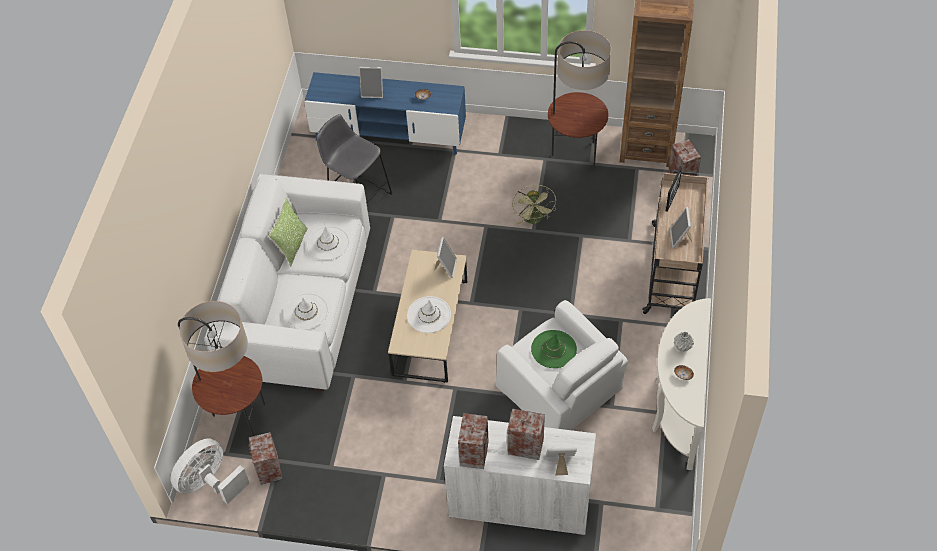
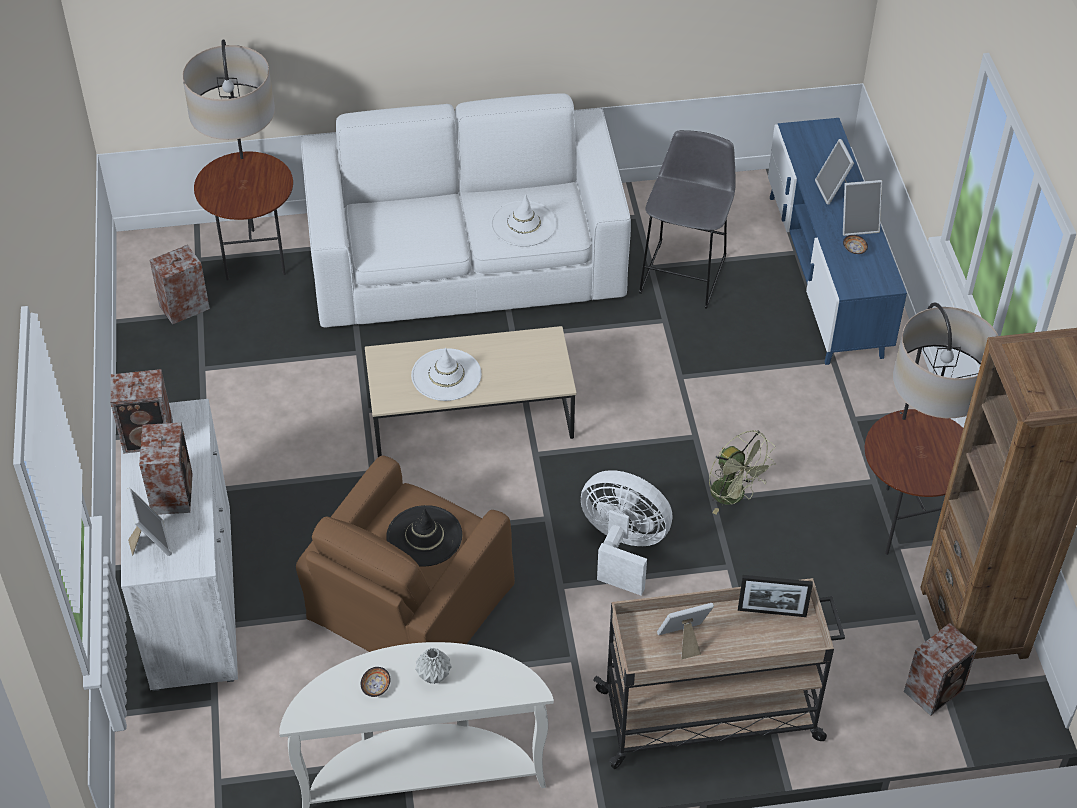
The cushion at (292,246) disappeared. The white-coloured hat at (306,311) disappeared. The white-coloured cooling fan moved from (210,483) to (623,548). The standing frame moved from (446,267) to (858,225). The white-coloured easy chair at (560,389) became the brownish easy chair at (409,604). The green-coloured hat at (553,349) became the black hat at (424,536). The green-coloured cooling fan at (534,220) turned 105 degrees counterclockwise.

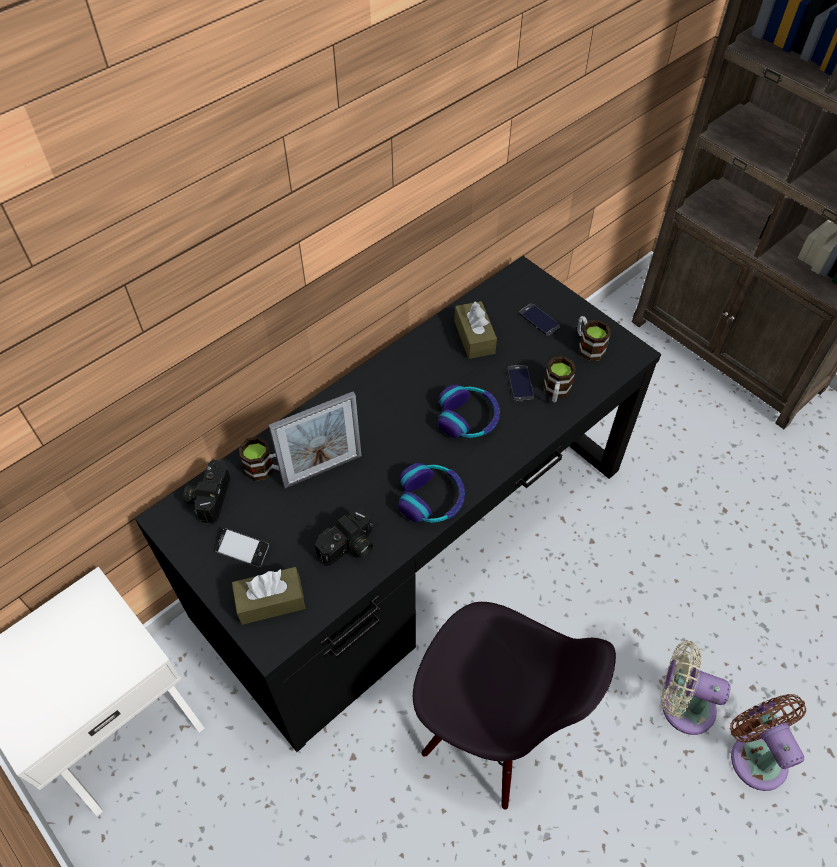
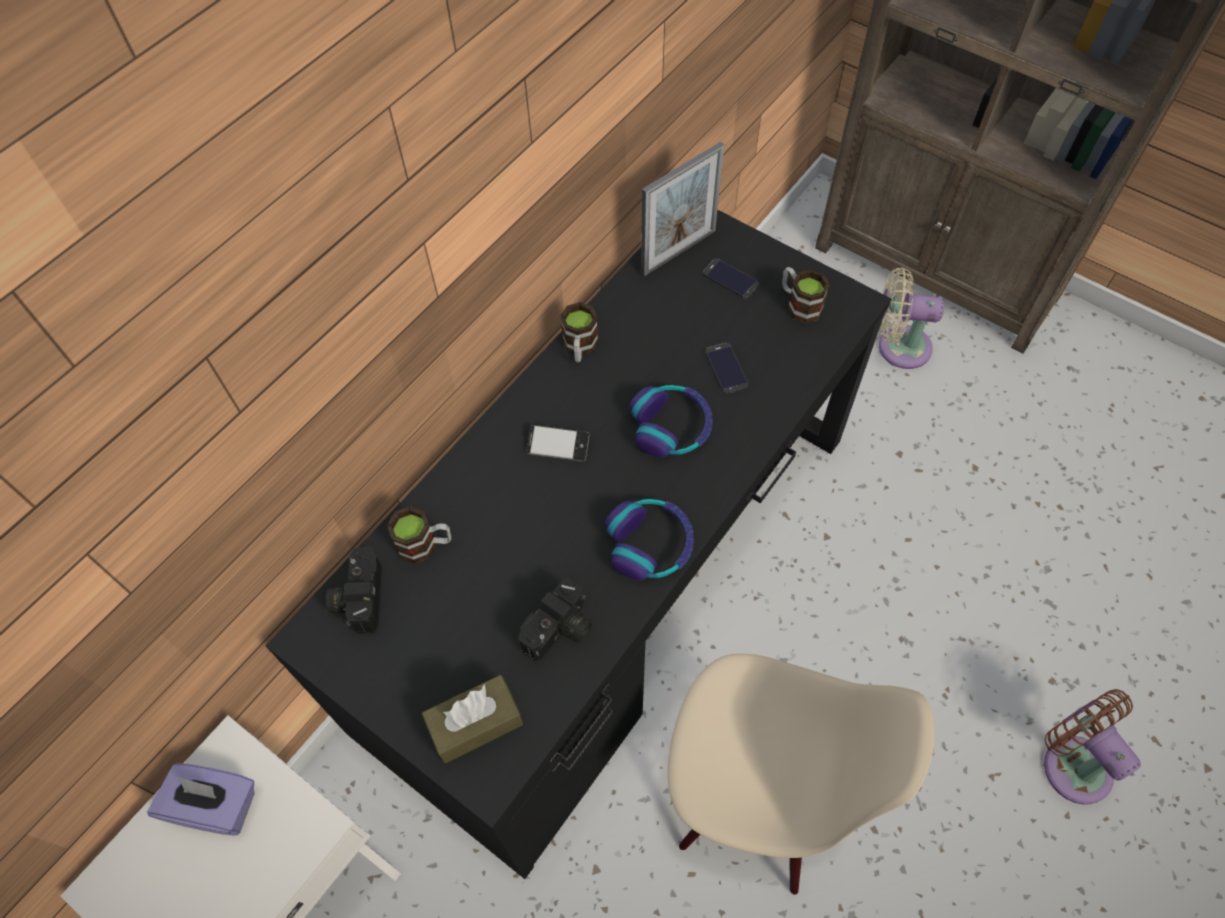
The brownish tissue holder at (474,337) disappeared. The purple tissue holder at (216,805) appeared. The phone moved from (243,550) to (558,446). The standing frame moved from (322,470) to (678,252). The mug moved from (556,392) to (580,348). The beige-coloured cooling fan moved from (682,705) to (898,346). The black upright chair at (491,727) became the beige-coloured upright chair at (756,796).

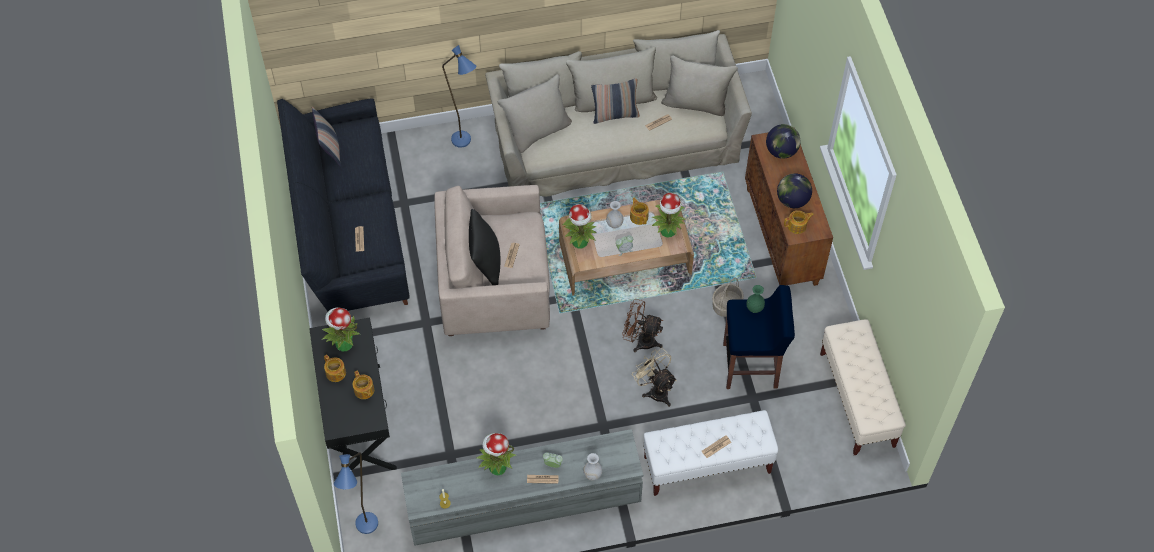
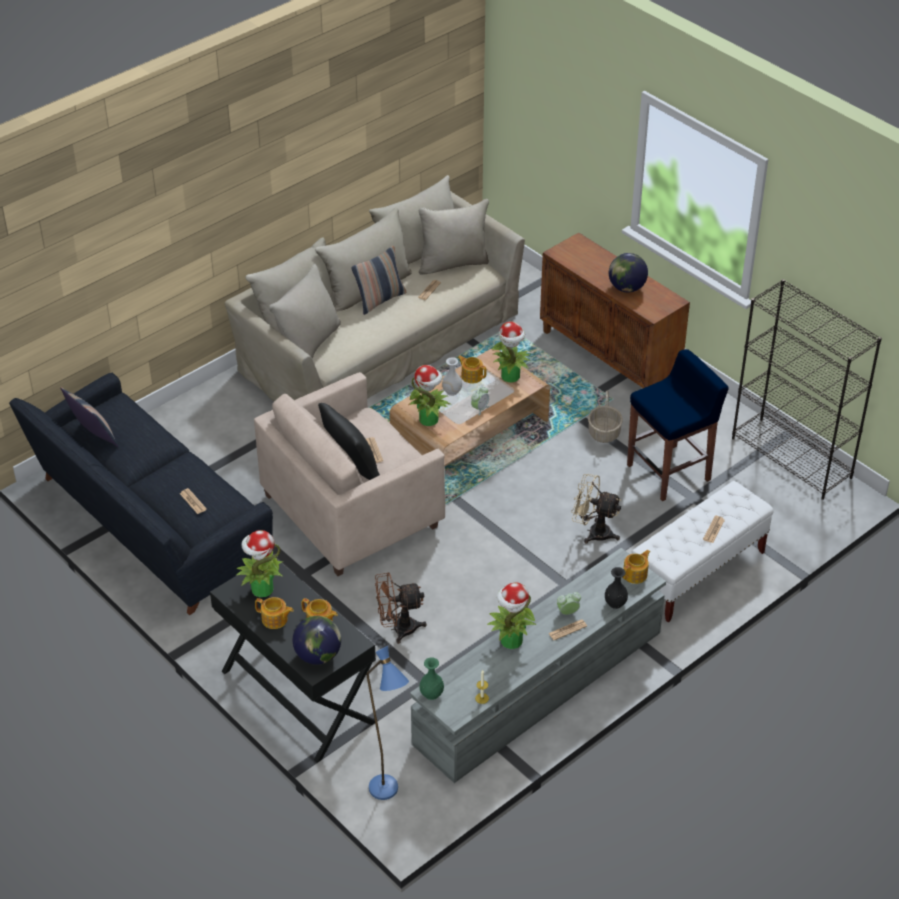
The blue-coloured floor lamp at (466,144) disappeared. The brownish cooling fan moved from (640,340) to (398,629). The green-coloured vase moved from (754,308) to (432,694). The world globe moved from (781,151) to (318,655). The pot for tea moved from (797,226) to (635,574). The beige-coloured indoor bench at (857,400) was replaced by the black bookcase at (792,458). The white-coloured vase at (592,474) became the black vase at (615,603).

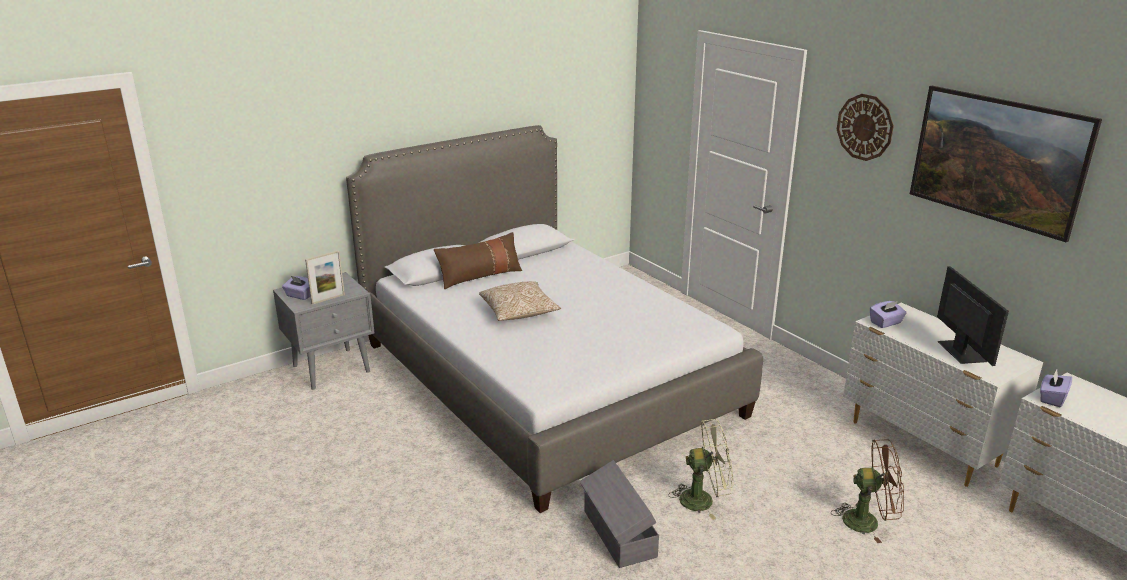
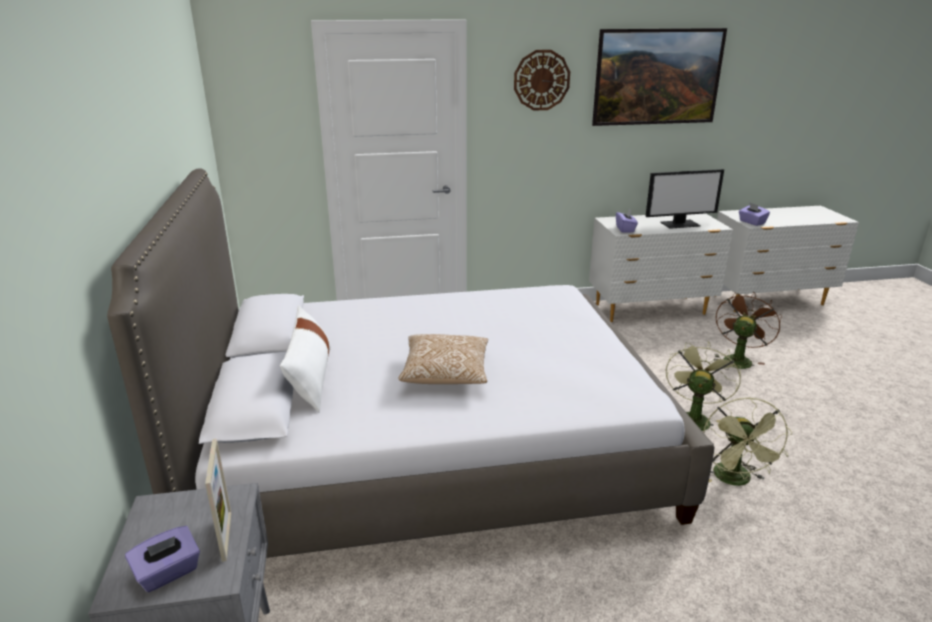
The gray storage box at (618,534) was replaced by the green-coloured cooling fan at (736,480). The brownish cushion at (480,276) became the white-coloured cushion at (310,377). The monitor at (960,351) turned 150 degrees clockwise.

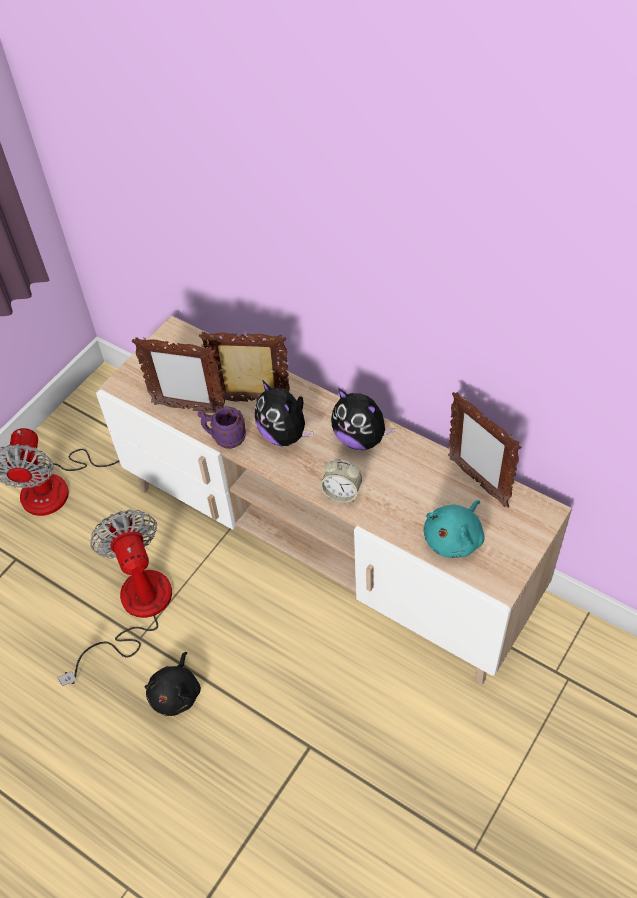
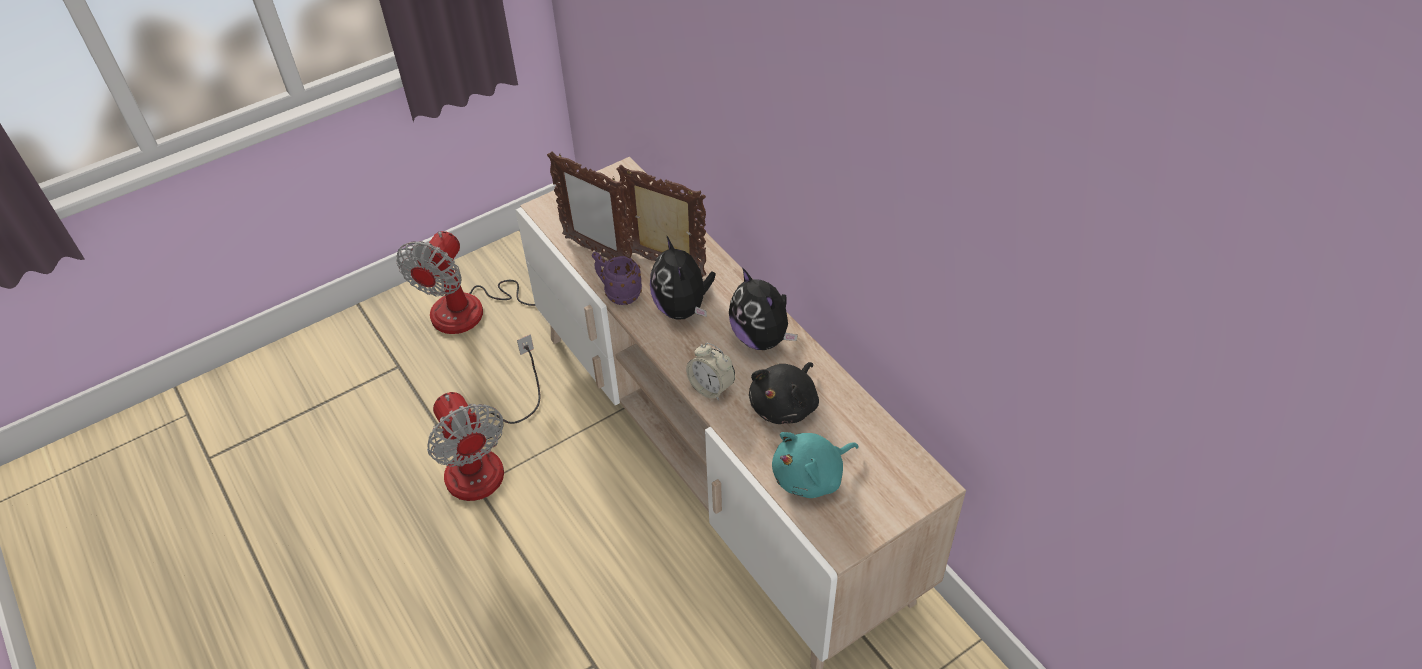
The standing frame at (477,481) disappeared. The black plush toy moved from (176,693) to (785,405). The cooling fan at (134,611) turned 150 degrees clockwise.

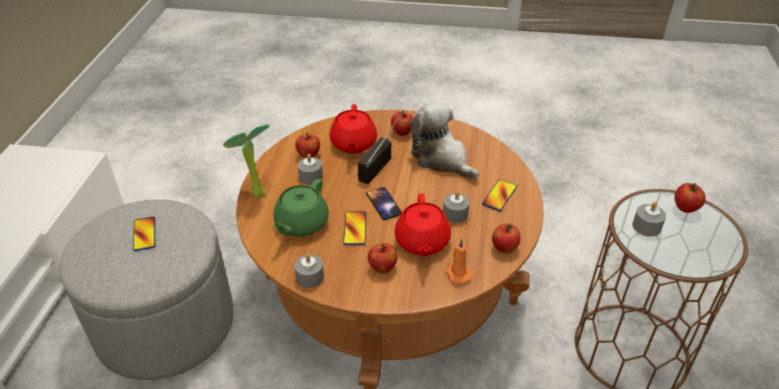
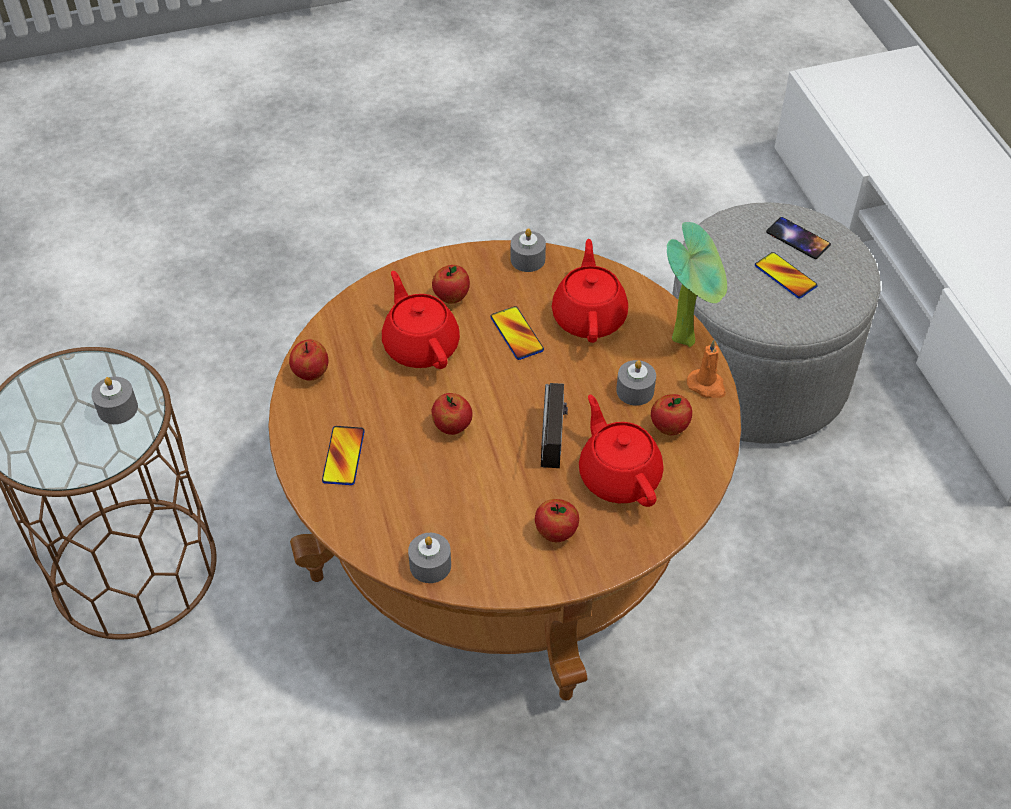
The plush toy at (442,159) disappeared. The phone moved from (383,204) to (798,238). The gray wax candle moved from (455,214) to (430,565). The orangey wax candle moved from (457,273) to (707,385). The whole apple moved from (685,208) to (452,426). The green-coloured pot for tea at (301,224) became the reddish pot for tea at (589,316).

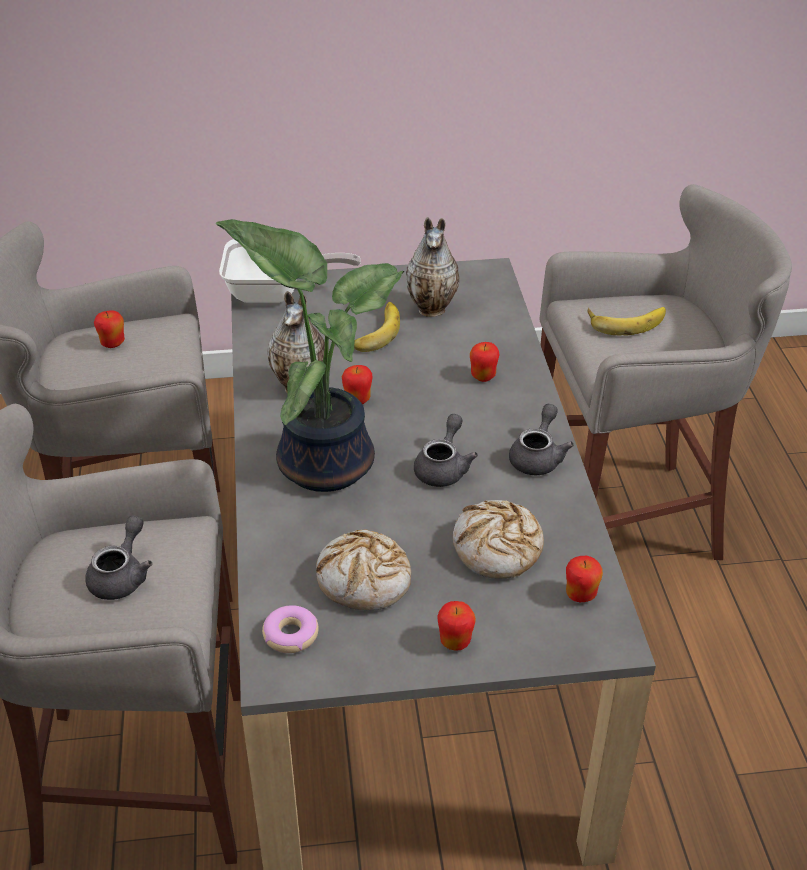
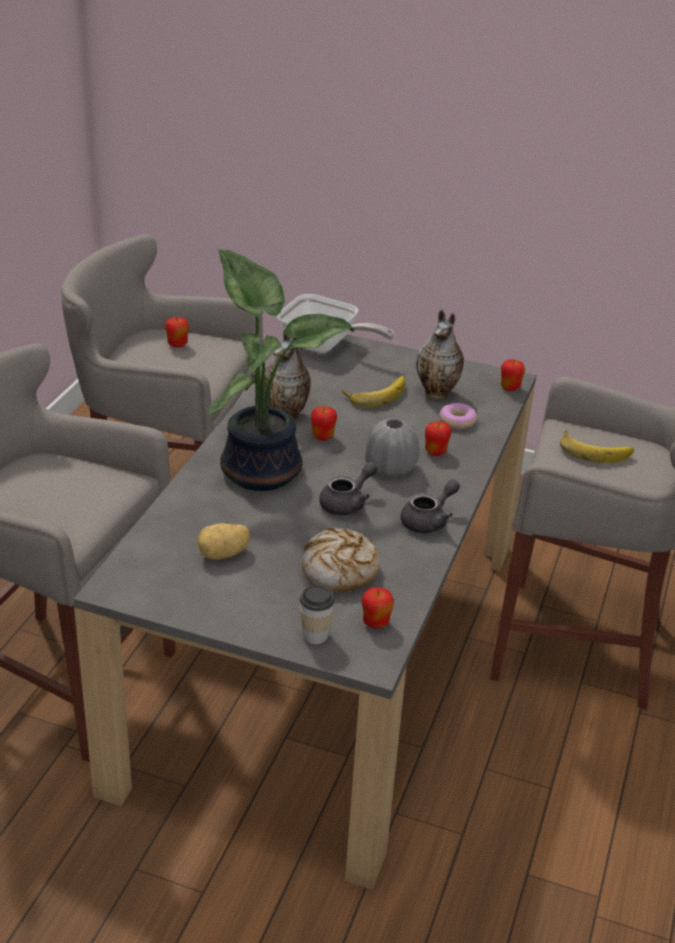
The gray pot for tea at (122,576) disappeared. The small cup at (315,635) appeared. The gray vase at (390,467) appeared. The donut moved from (290,635) to (457,421). The whole apple moved from (455,642) to (510,388). The bread at (364,580) was replaced by the spud at (223,554).

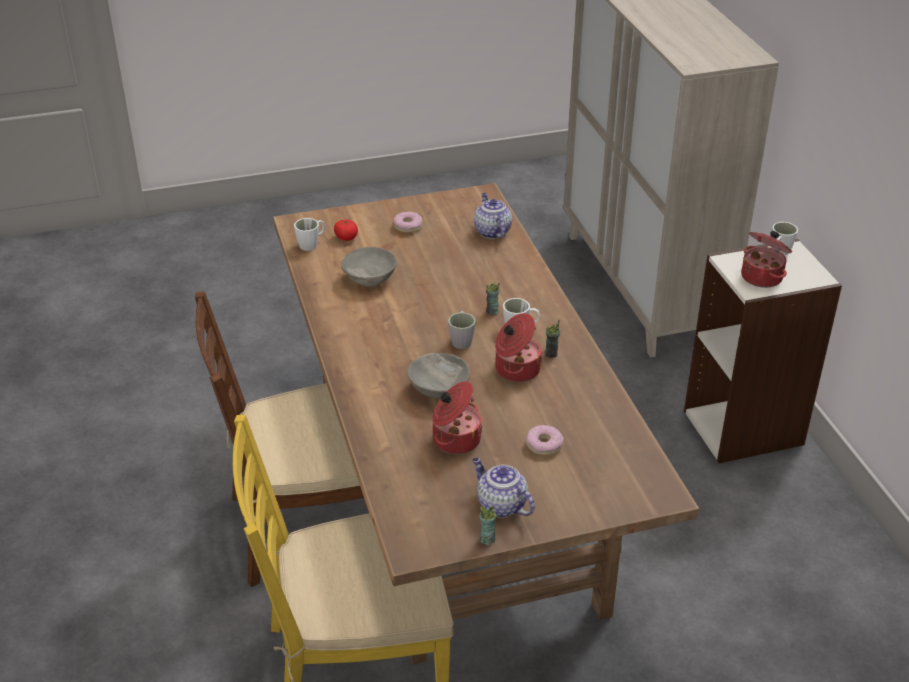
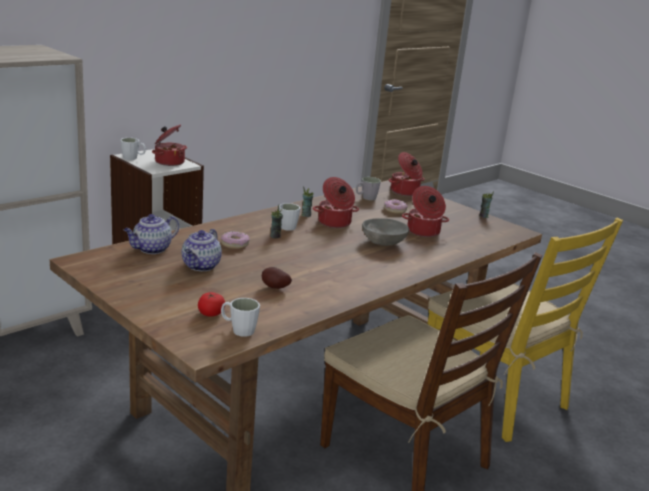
The saucepot at (405,192) appeared. The donut moved from (408,226) to (235,244). The gray mug moved from (461,339) to (366,198). The pot for tea moved from (500,505) to (201,266). The gray deep dish at (370,278) was replaced by the spud at (274,288).

